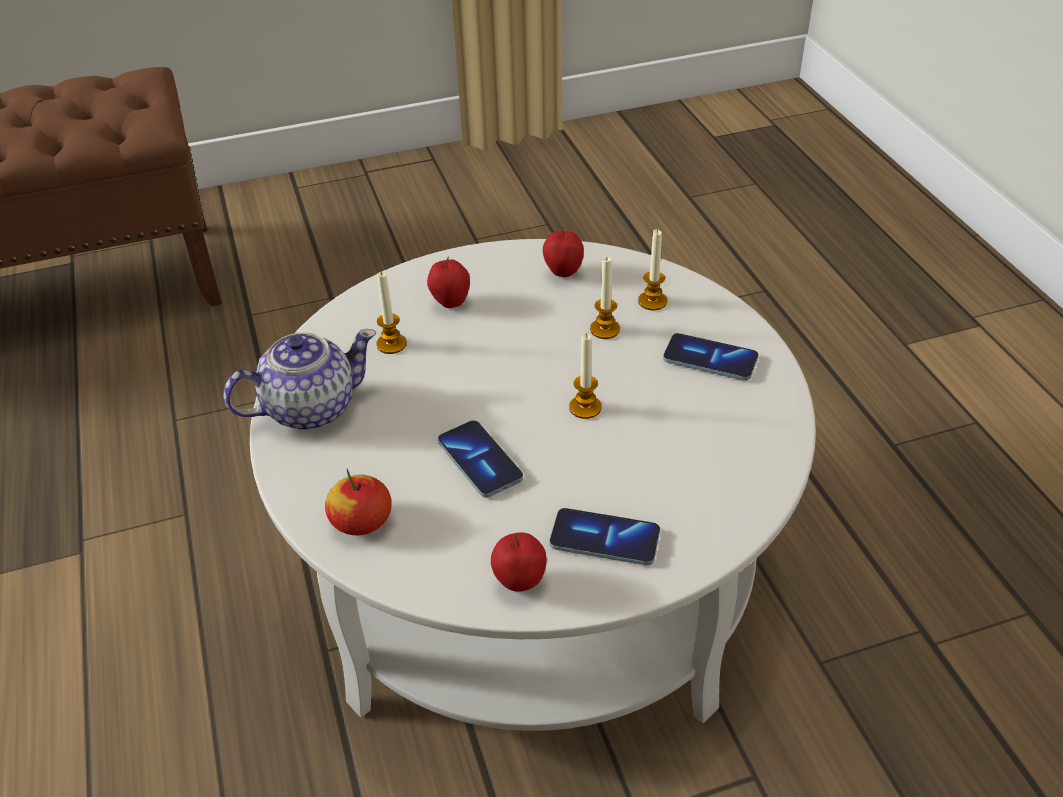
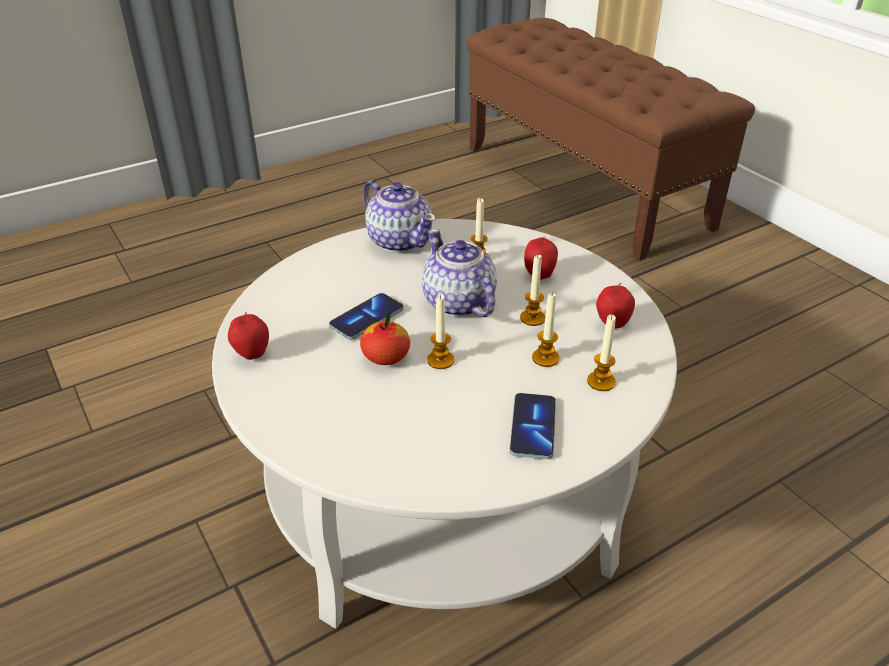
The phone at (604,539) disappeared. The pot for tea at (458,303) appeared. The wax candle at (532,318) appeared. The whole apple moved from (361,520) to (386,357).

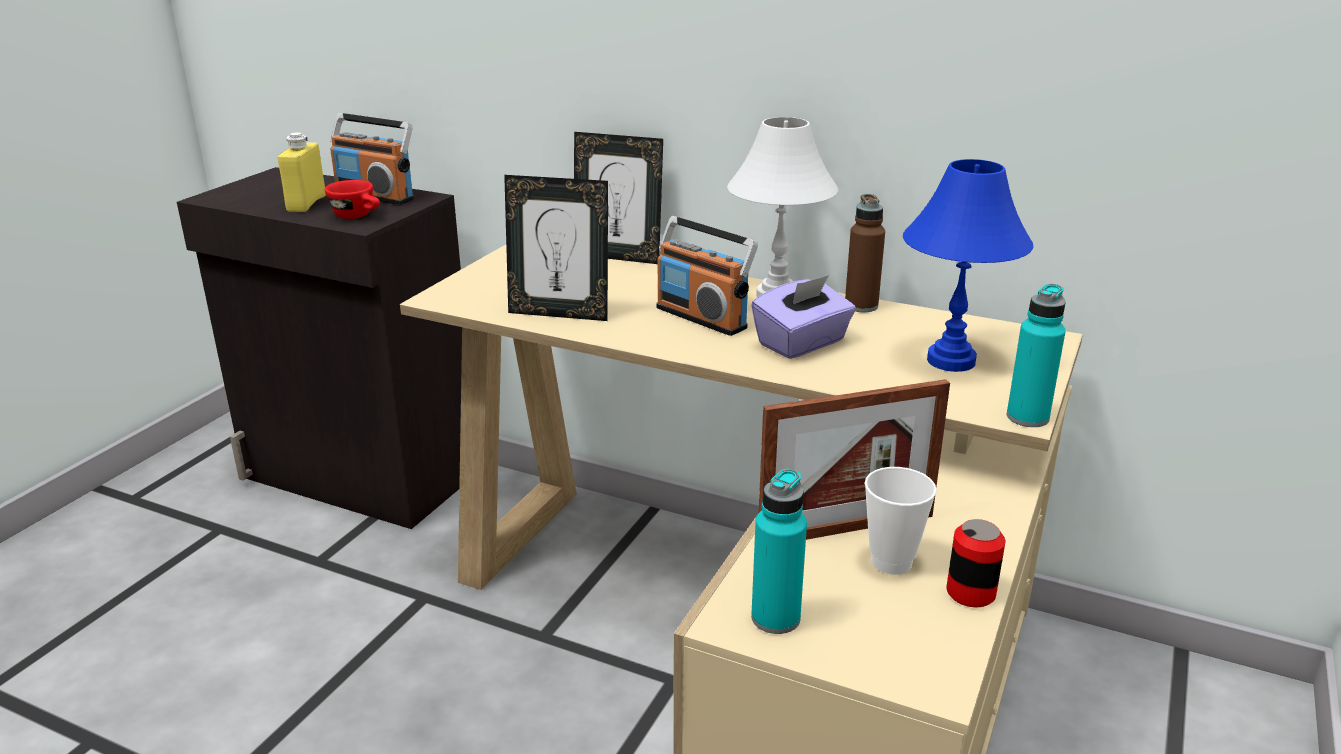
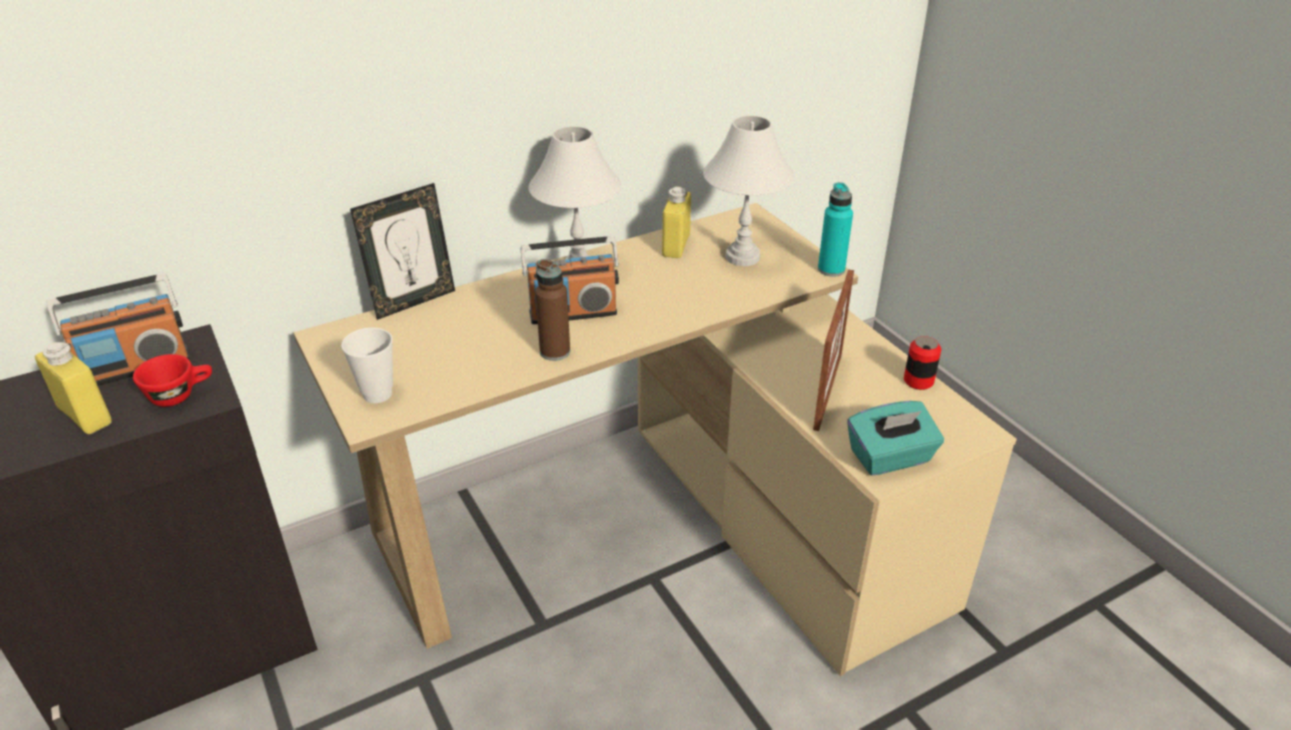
The standing frame at (559,313) disappeared. The purple tissue holder at (802,343) disappeared. The yellow drink bottle at (676,246) appeared. The brownish drink bottle moved from (861,306) to (555,352). The small cup moved from (891,562) to (377,394). The blue-green drink bottle at (775,618) was replaced by the blue-green tissue holder at (890,458). The blue-coloured table lamp at (952,360) became the white-coloured table lamp at (742,257).

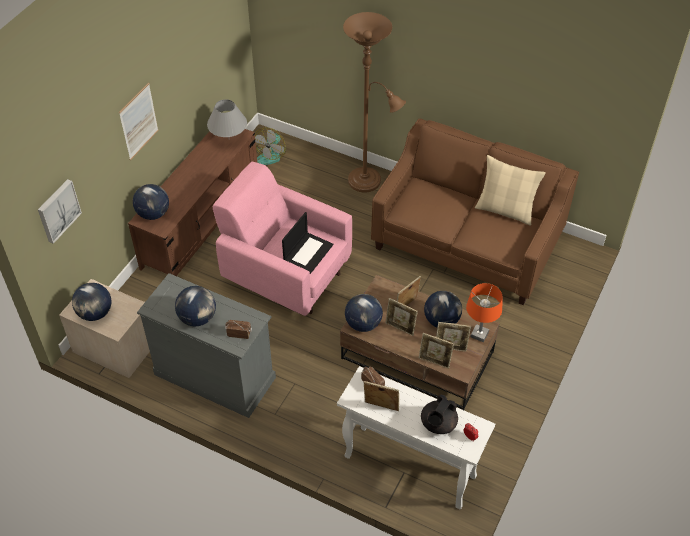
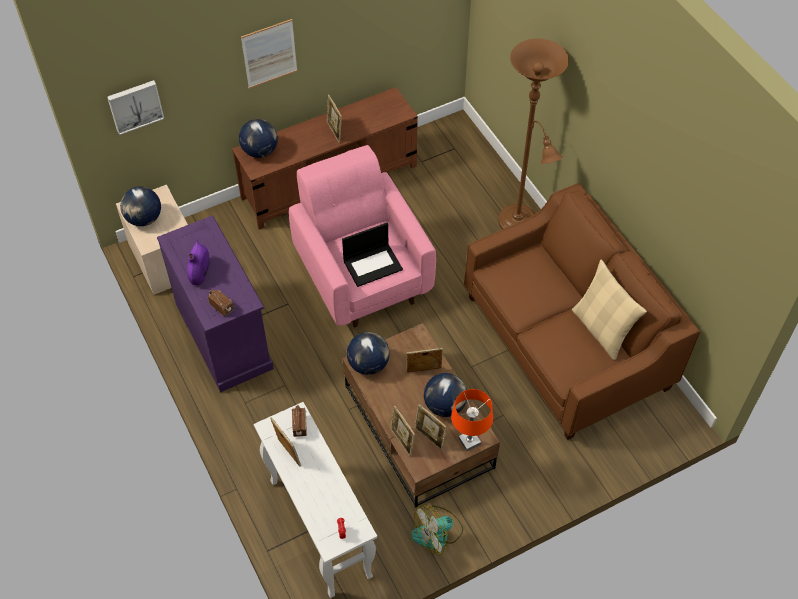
The gray table lamp at (229,139) disappeared. The black pot for tea at (438,424) disappeared. The cooling fan moved from (271,155) to (437,533). The standing frame moved from (400,328) to (334,132). The world globe at (198,318) was replaced by the purple vase at (200,272). The gray drawer chest at (215,375) became the purple drawer chest at (224,335).

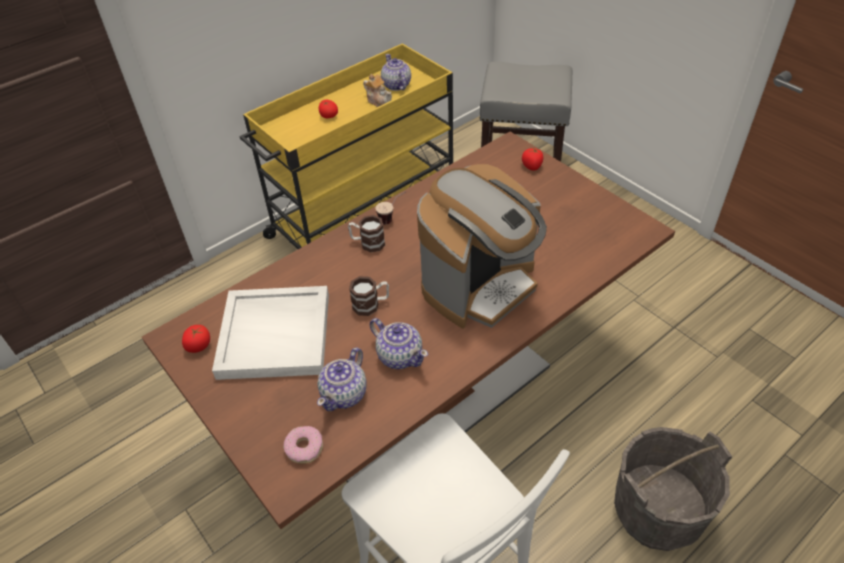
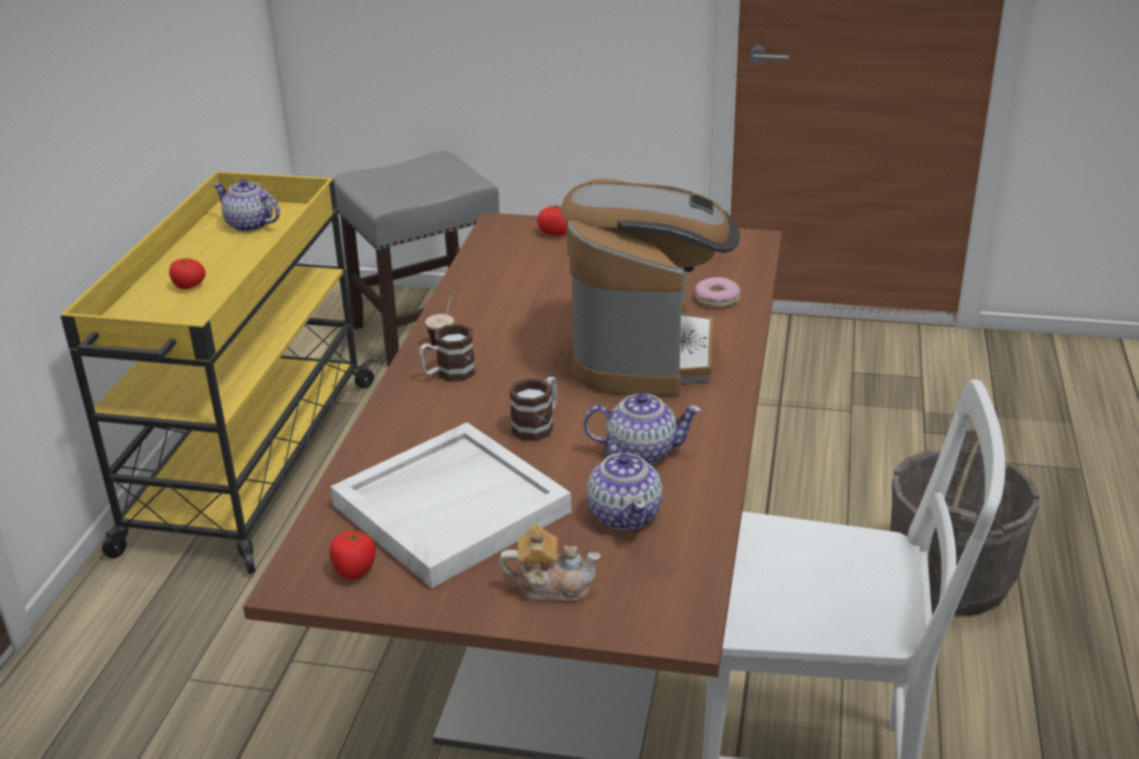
The donut moved from (304,448) to (717,299). The pot for tea moved from (379,101) to (551,586).

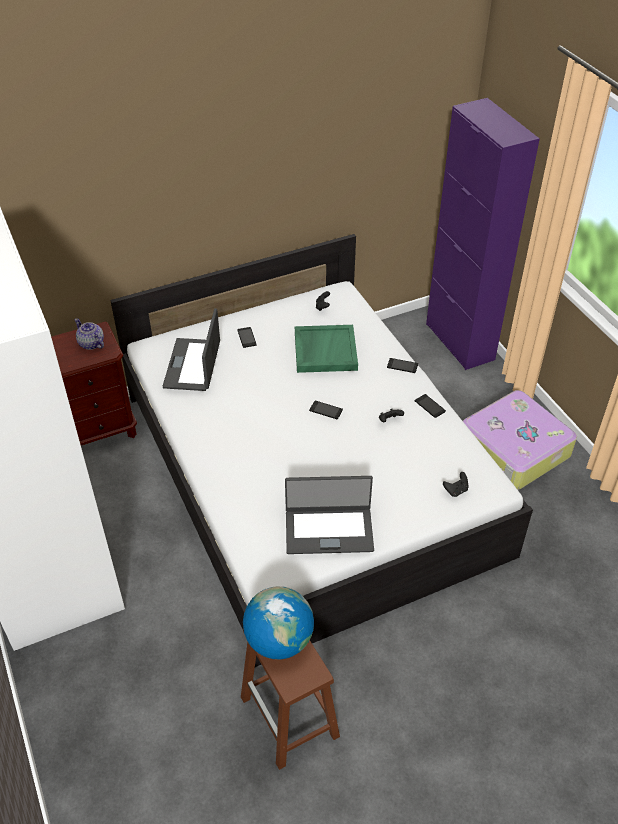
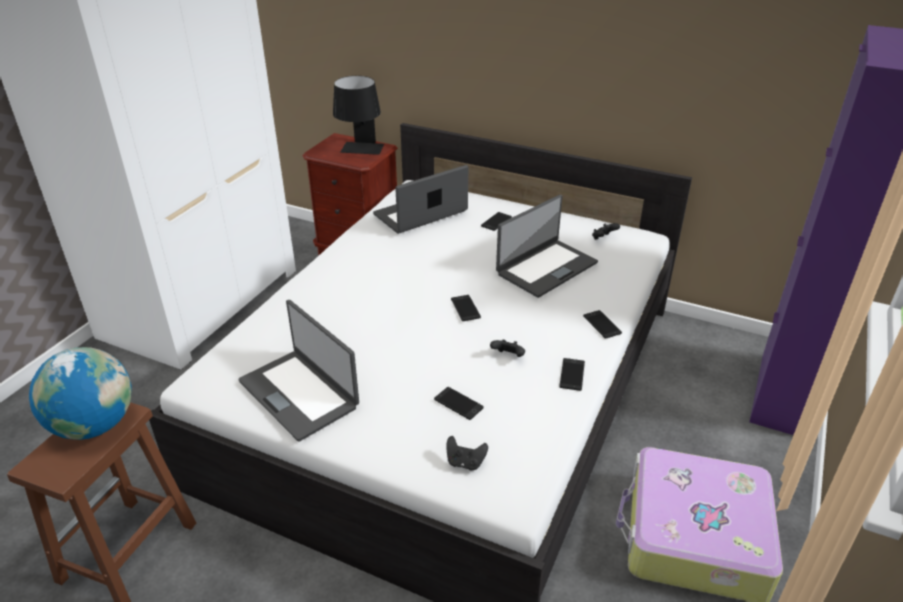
The phone at (458,403) appeared. The pot for tea at (91,344) was replaced by the black table lamp at (360,151). The green-coloured tray at (324,350) was replaced by the laptop at (546,268).

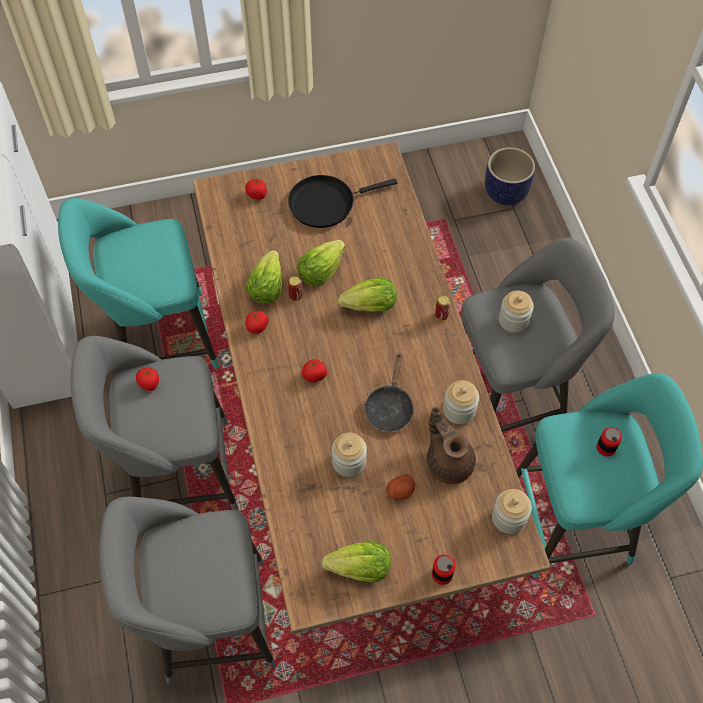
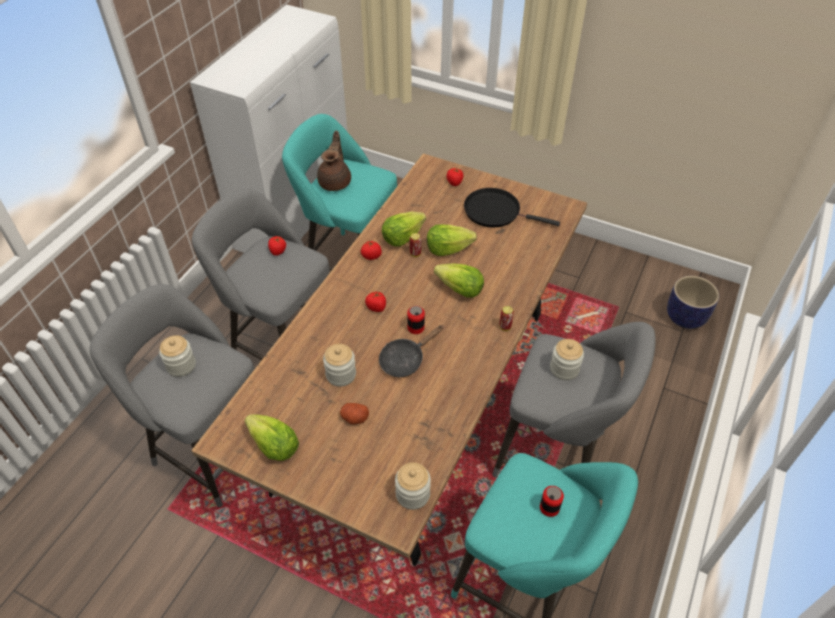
The brownish pot for tea moved from (448,462) to (335,182). The sealed can moved from (442,574) to (416,328). The storage jar moved from (459,410) to (181,365).

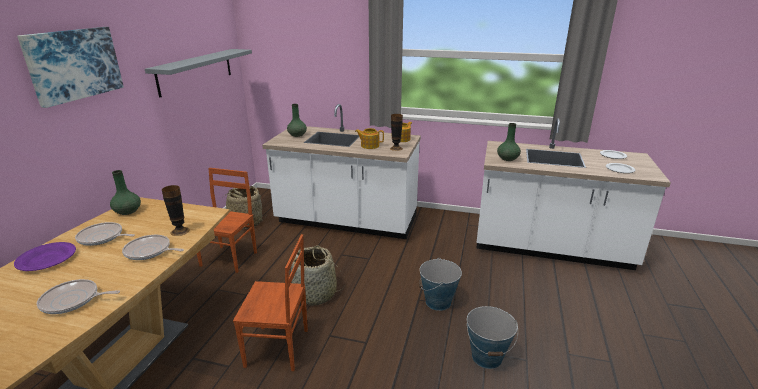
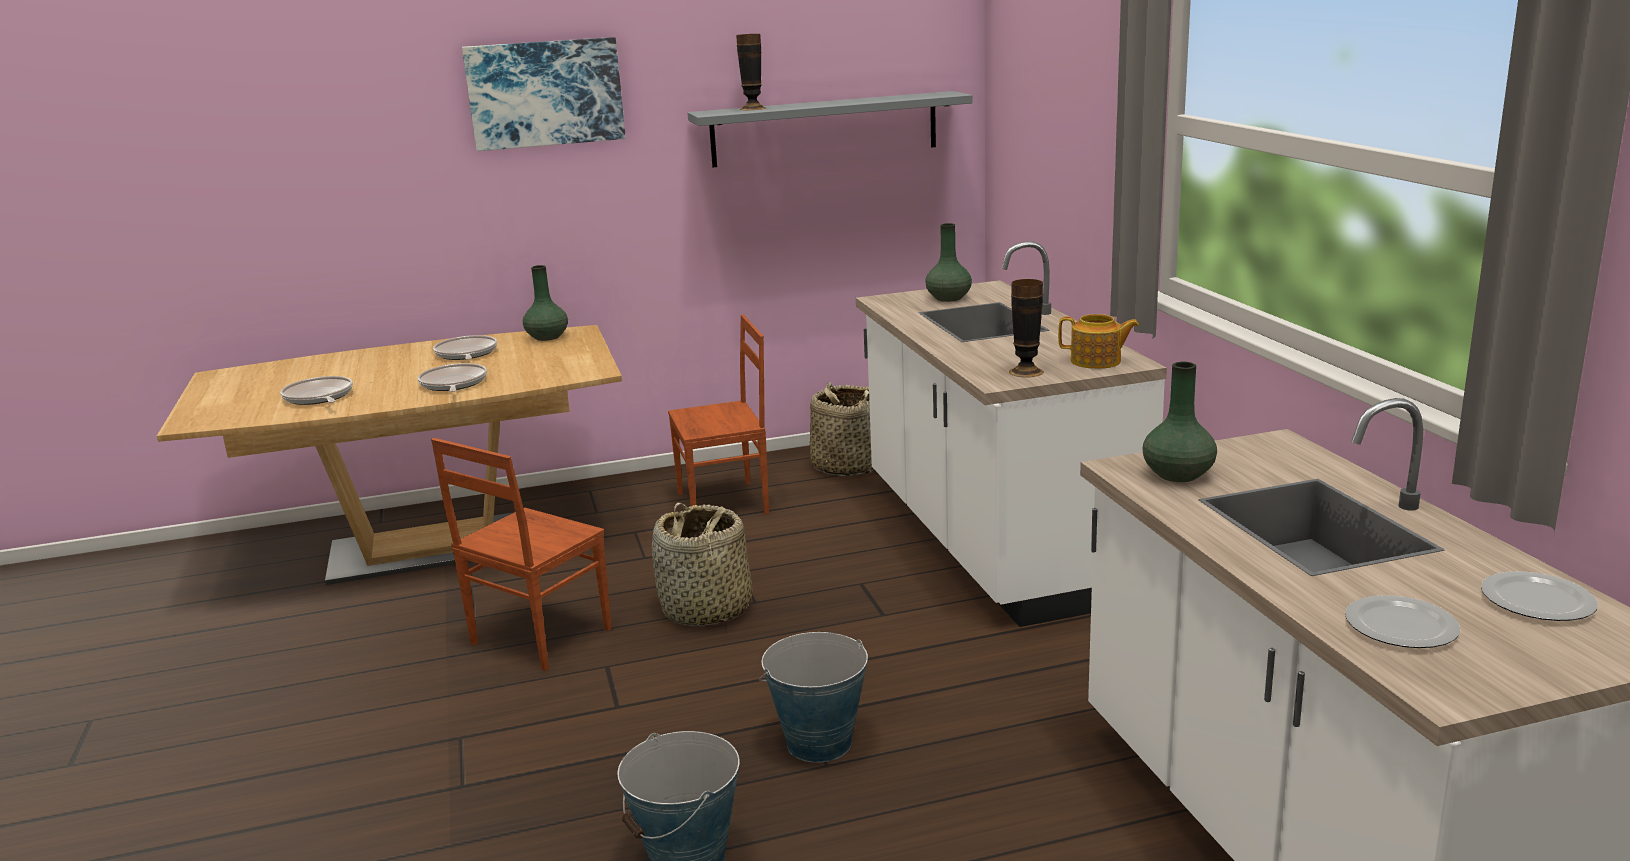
The purple flat dish at (46,259) disappeared. The pot for tea at (369,146) disappeared. The vase moved from (180,231) to (753,108). The brownish upright chair at (278,348) turned 60 degrees clockwise.

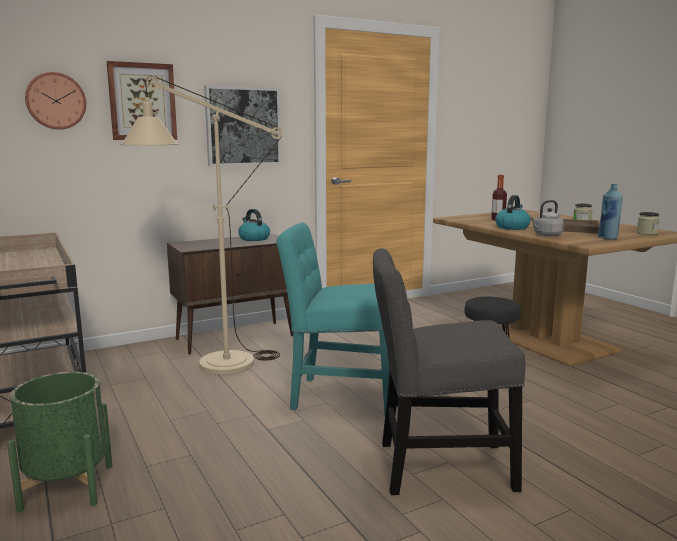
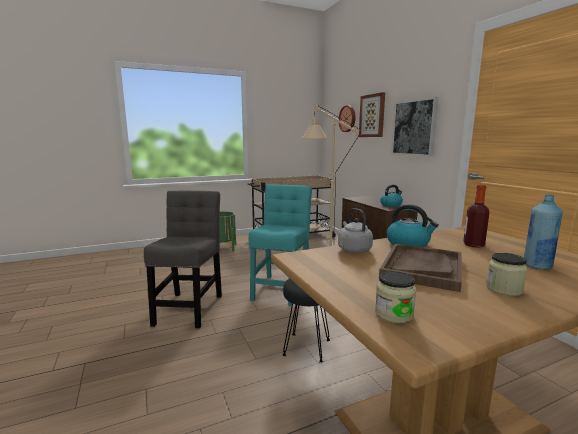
The blue-coloured drink bottle moved from (608,238) to (537,266).

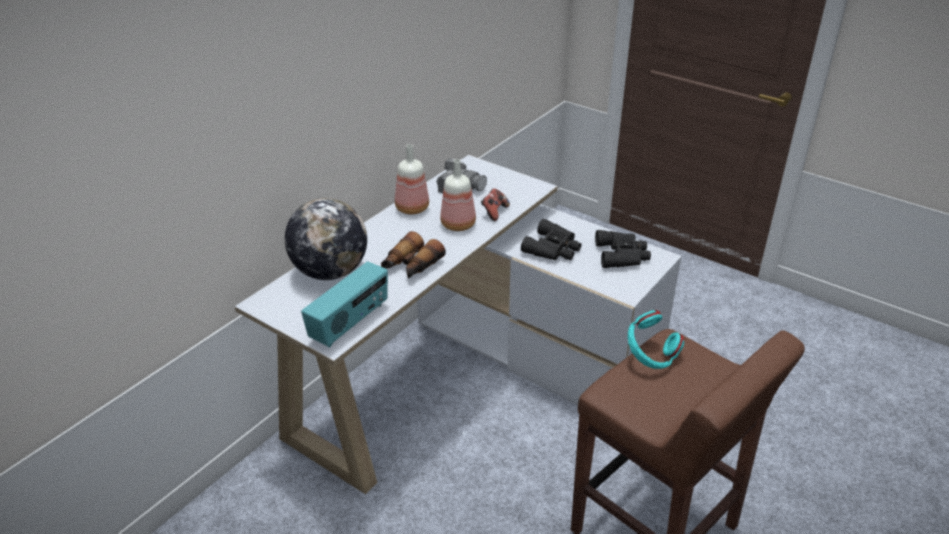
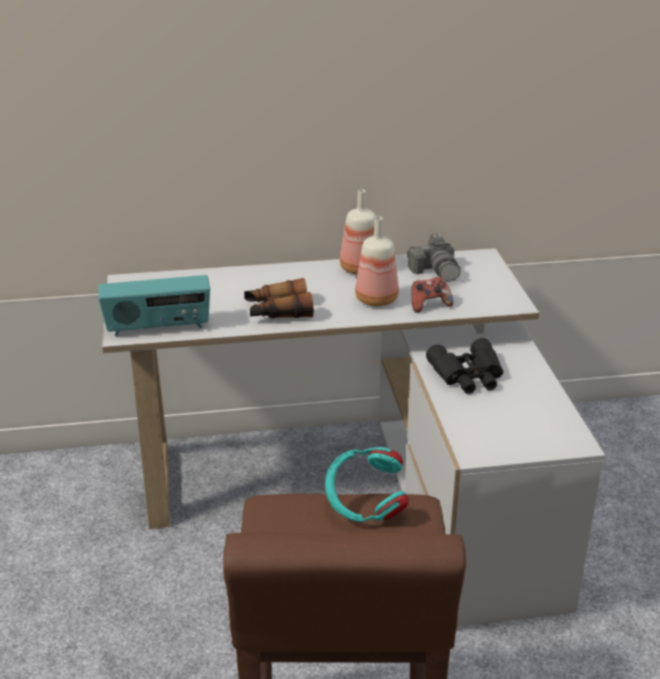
The world globe at (330,272) disappeared. The black pair of binoculars at (623,255) disappeared.

